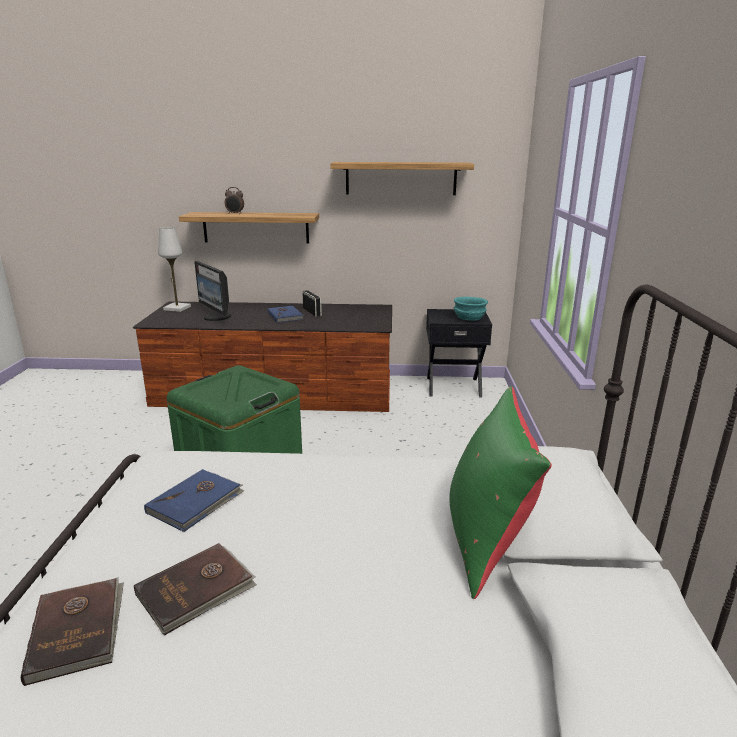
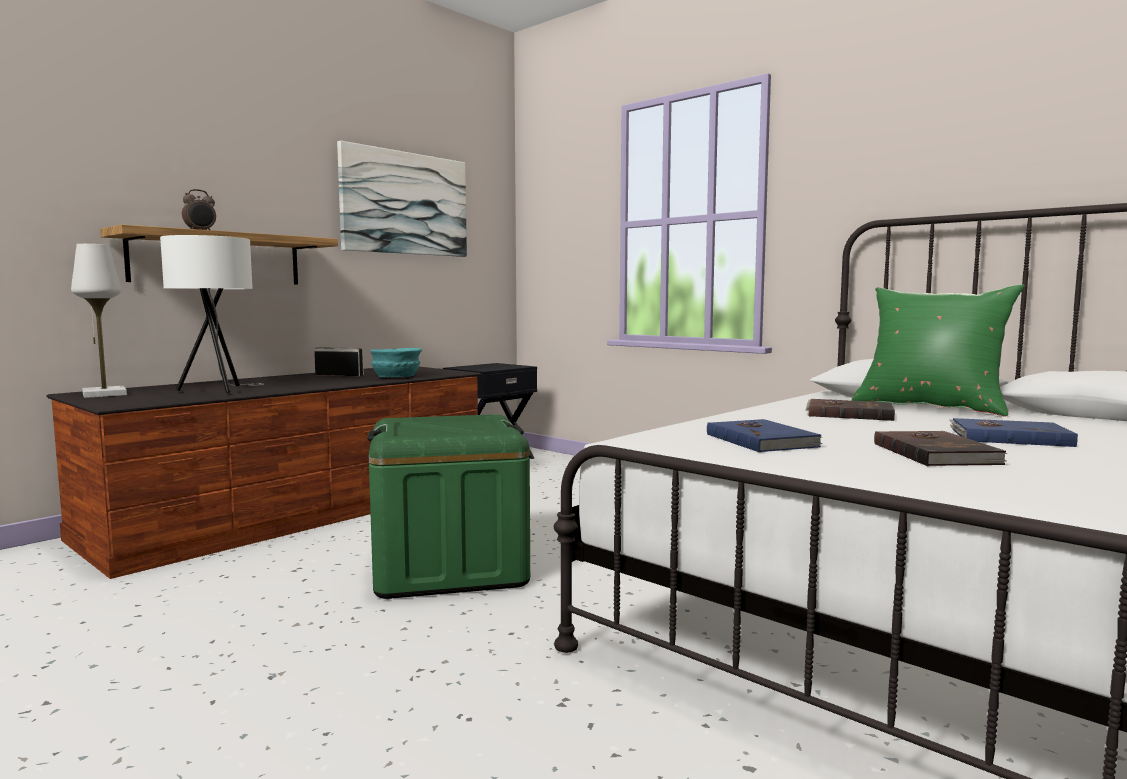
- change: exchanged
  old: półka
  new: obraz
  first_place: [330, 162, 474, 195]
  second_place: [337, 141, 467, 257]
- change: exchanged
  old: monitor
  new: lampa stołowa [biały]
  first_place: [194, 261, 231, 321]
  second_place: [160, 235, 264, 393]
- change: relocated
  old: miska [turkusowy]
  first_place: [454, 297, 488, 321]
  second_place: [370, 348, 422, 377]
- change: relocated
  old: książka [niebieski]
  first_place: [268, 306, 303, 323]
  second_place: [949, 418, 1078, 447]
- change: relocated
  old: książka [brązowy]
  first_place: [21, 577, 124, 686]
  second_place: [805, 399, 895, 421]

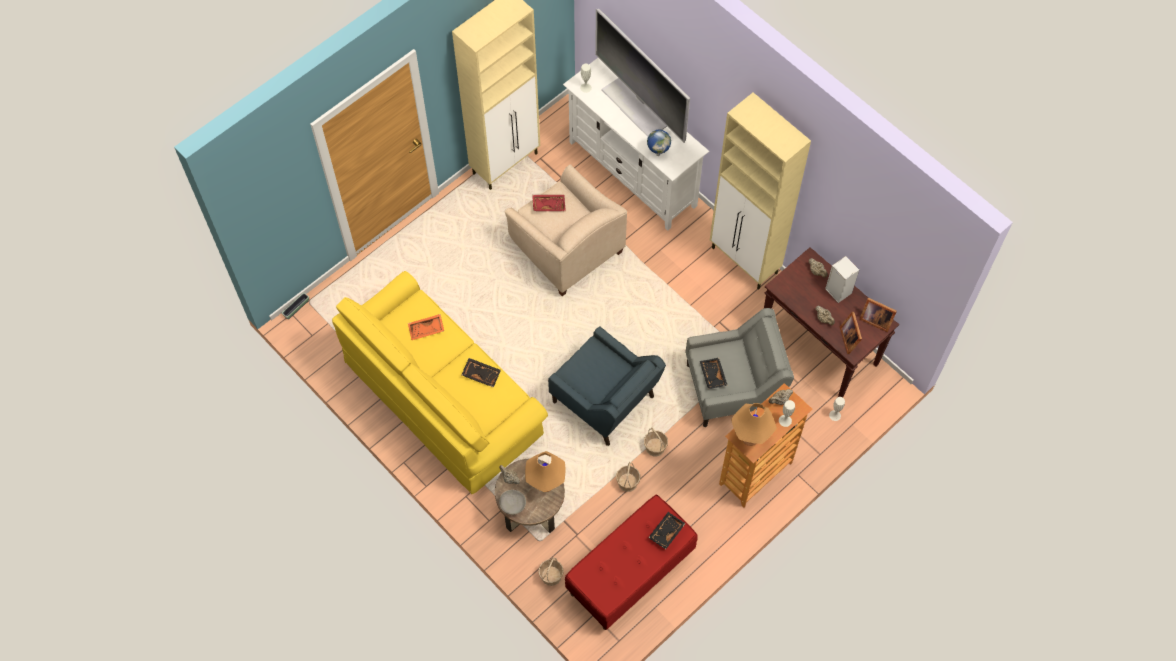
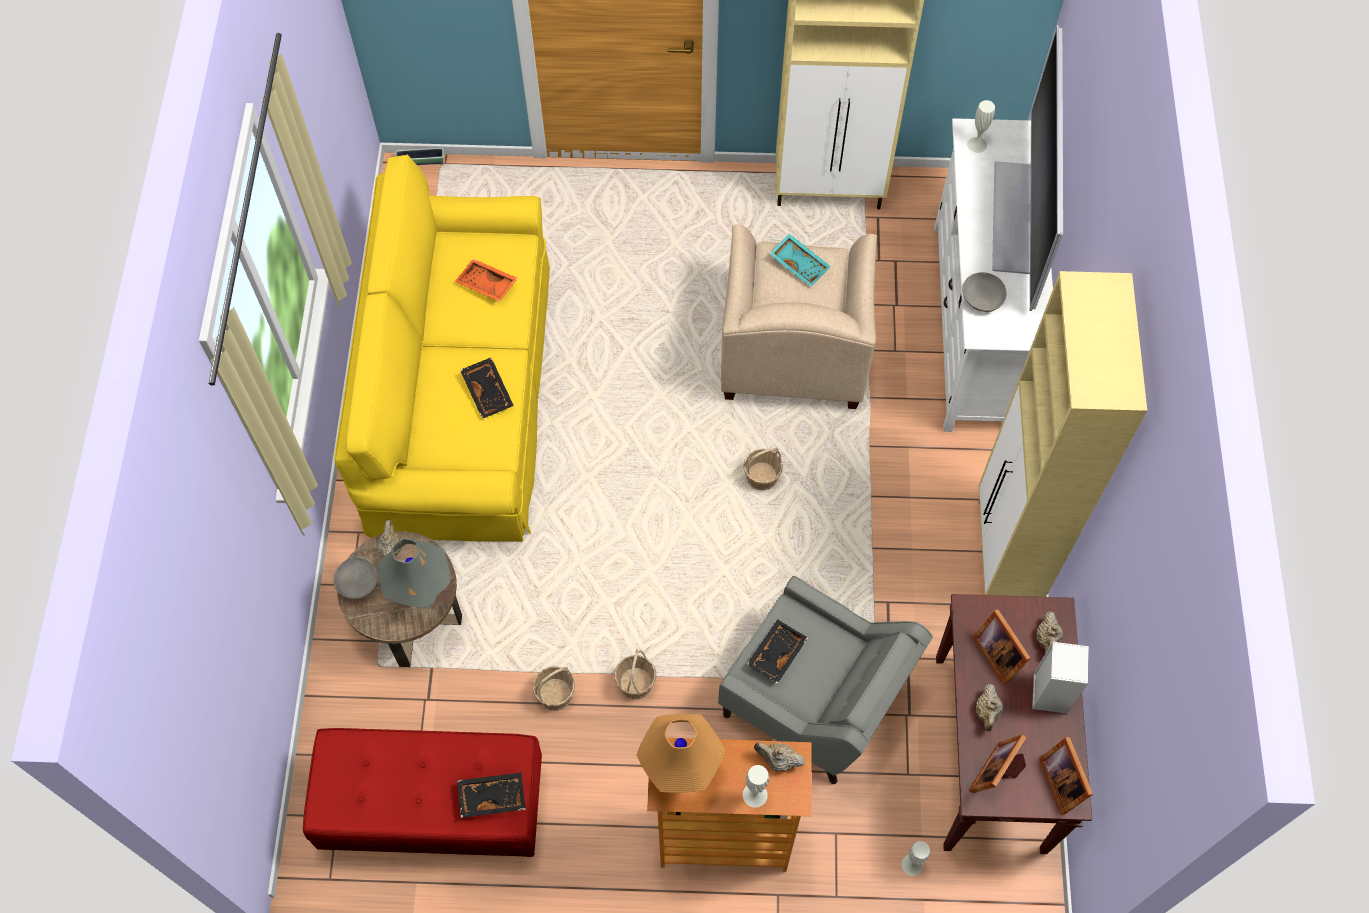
- change: exchanged
  old: globus
  new: miska [szary]
  first_place: [647, 129, 671, 156]
  second_place: [962, 272, 1007, 312]
- change: colour
  old: taca [czerwony]
  new: taca [turkusowy]
  first_place: [532, 195, 566, 211]
  second_place: [769, 233, 831, 287]
- change: missing
  old: fotel [niebieski]
  first_place: [548, 326, 666, 446]
- change: colour
  old: lampa stołowa [pomarańczowy]
  new: lampa stołowa [szary]
  first_place: [525, 451, 565, 492]
  second_place: [378, 538, 450, 609]
- change: relocated
  old: koszyk
  first_place: [538, 557, 564, 586]
  second_place: [743, 448, 783, 491]
- change: appeared
  new: ramka na zdjęcie
  second_place: [972, 609, 1030, 685]

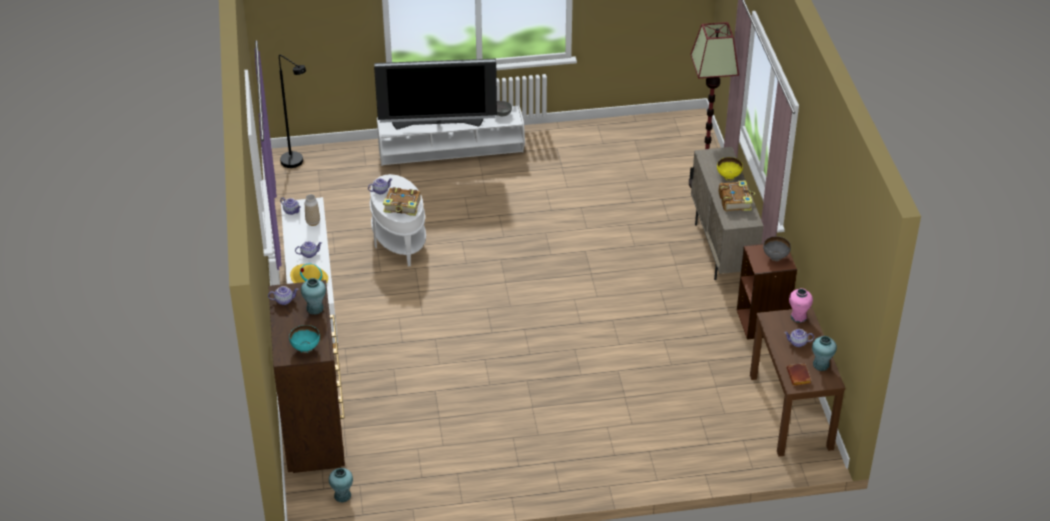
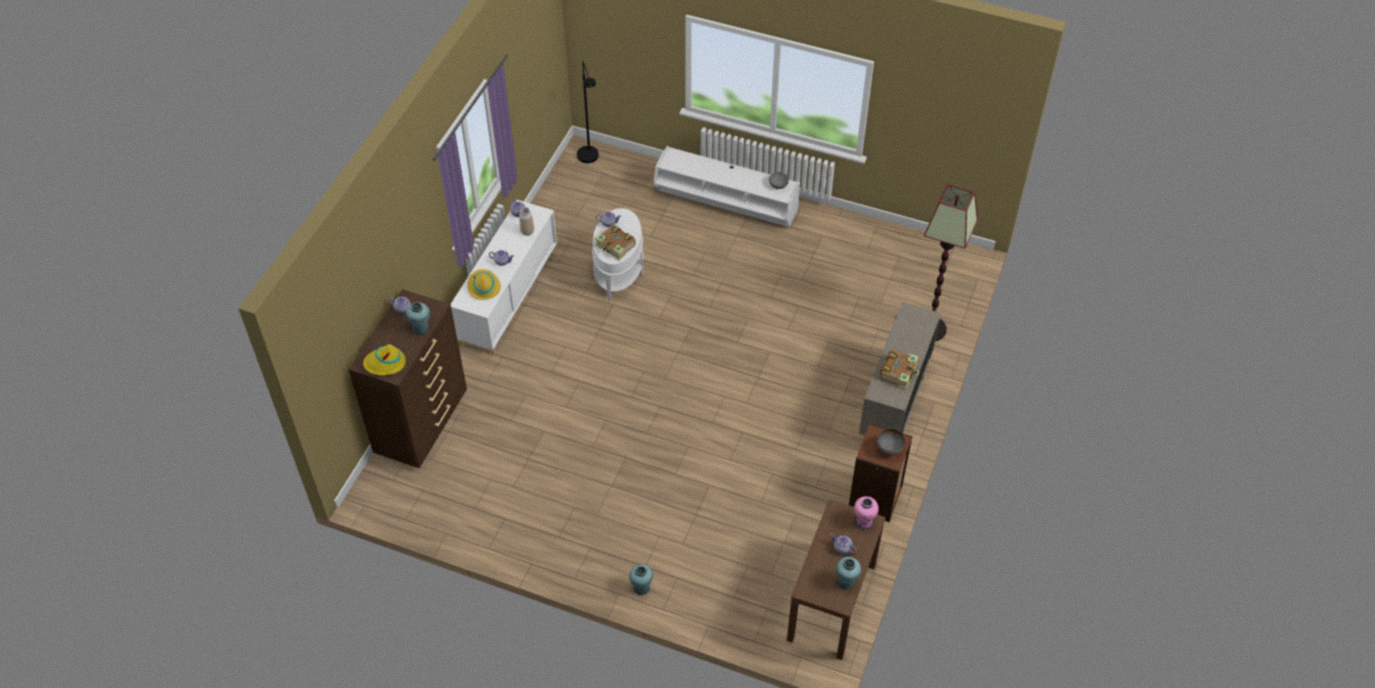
- change: missing
  old: telewizor
  first_place: [374, 59, 497, 130]
- change: missing
  old: miska [żółty]
  first_place: [717, 157, 743, 181]
- change: exchanged
  old: miska [turkusowy]
  new: kapelusz [żółty]
  first_place: [289, 325, 320, 353]
  second_place: [363, 344, 406, 375]
- change: missing
  old: książka [brązowy]
  first_place: [786, 363, 812, 386]
- change: relocated
  old: wazon [turkusowy]
  first_place: [329, 468, 353, 503]
  second_place: [629, 564, 653, 595]

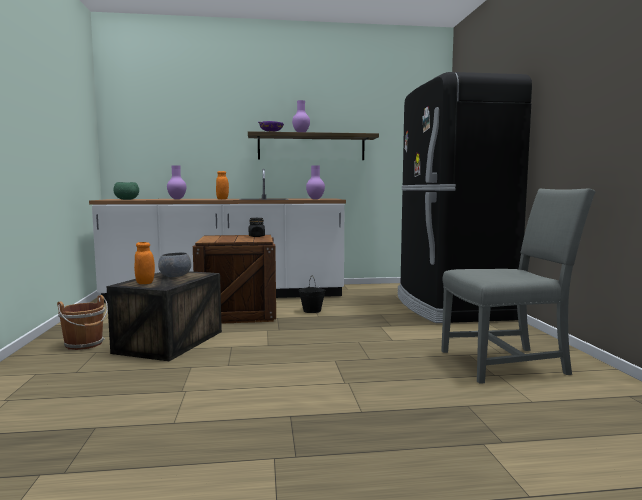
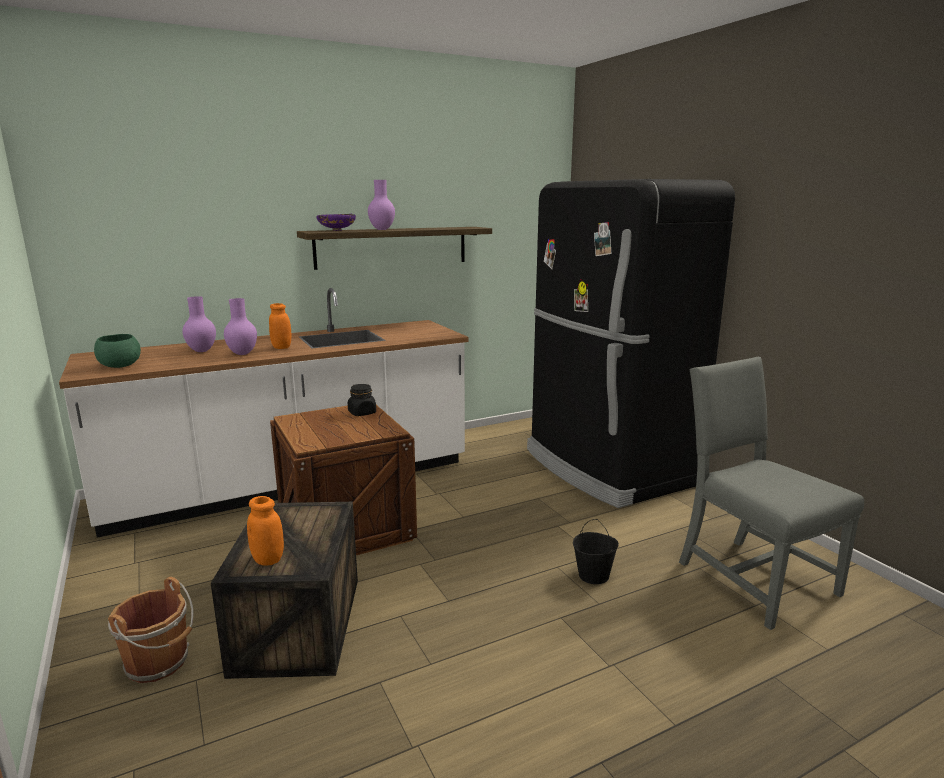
- change: relocated
  old: wazon [fioletowy]
  first_place: [306, 165, 325, 199]
  second_place: [224, 298, 257, 355]
- change: spun
  old: krzesło [szary]
  first_place: [441, 188, 595, 384]
  second_place: [679, 357, 864, 630]
  degrees: -90
- change: missing
  old: miska [szary]
  first_place: [158, 252, 191, 277]
- change: relocated
  old: wiadro [czarny]
  first_place: [299, 275, 326, 313]
  second_place: [573, 519, 619, 584]

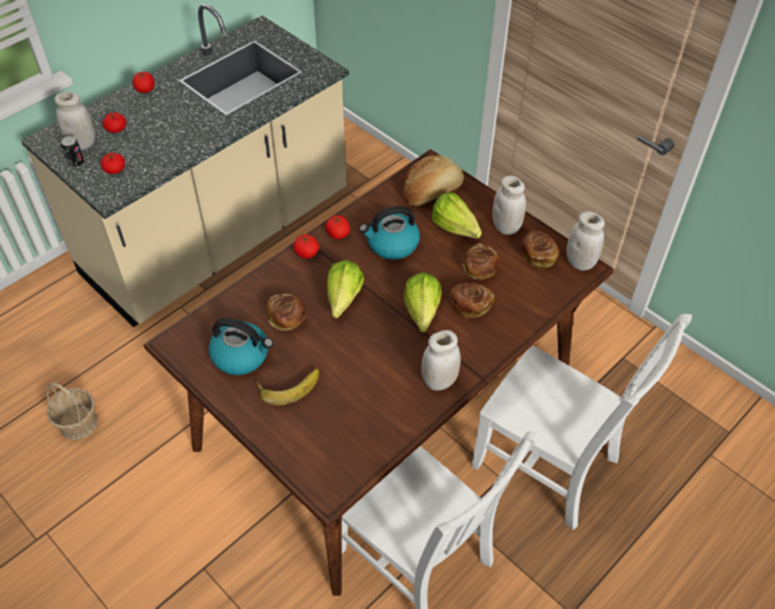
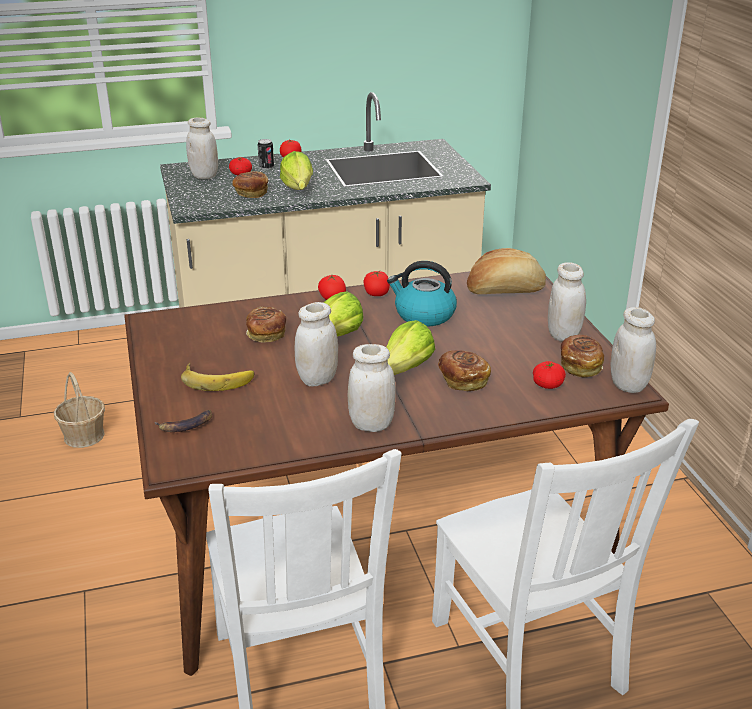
- change: relocated
  old: puszka
  first_place: [61, 136, 84, 168]
  second_place: [257, 139, 274, 170]
- change: relocated
  old: pomidor
  first_place: [100, 153, 125, 174]
  second_place: [533, 361, 566, 389]
- change: relocated
  old: sałata
  first_place: [432, 192, 482, 239]
  second_place: [280, 151, 313, 190]
- change: relocated
  old: chleb
  first_place: [463, 243, 499, 280]
  second_place: [232, 171, 268, 198]
- change: missing
  old: czajnik
  first_place: [209, 318, 273, 375]
- change: appeared
  new: słoik [biały]
  second_place: [295, 302, 338, 387]
- change: appeared
  new: banan
  second_place: [155, 410, 212, 432]

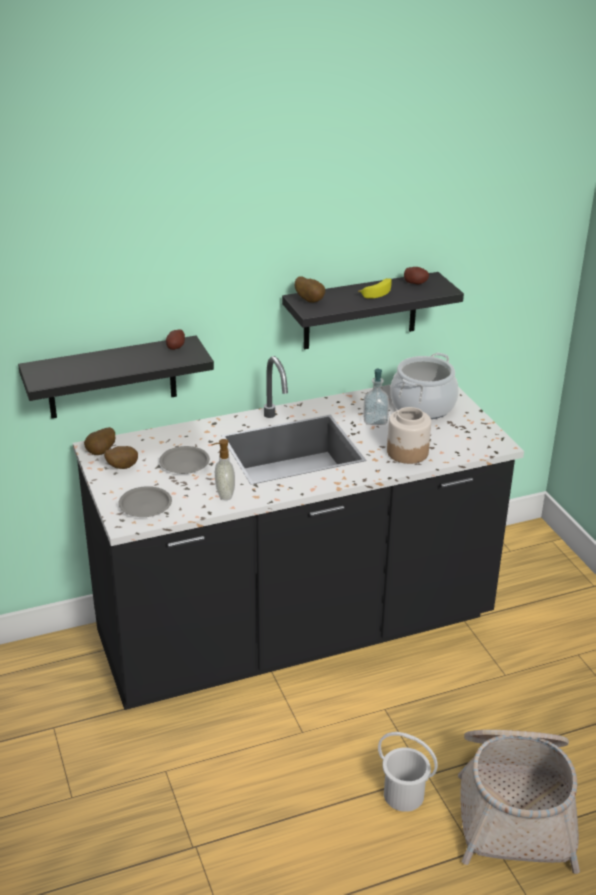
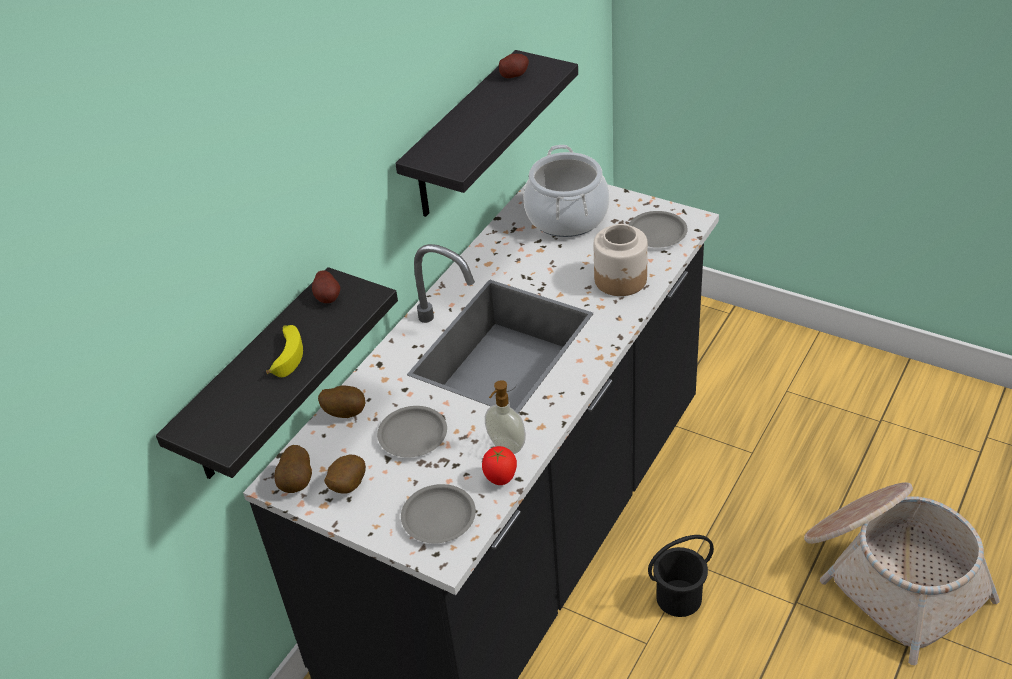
- change: relocated
  old: ziemniak
  first_place: [295, 277, 325, 303]
  second_place: [318, 385, 365, 418]
- change: relocated
  old: banan
  first_place: [358, 278, 392, 299]
  second_place: [266, 325, 303, 377]
- change: missing
  old: dozownik mydła
  first_place: [363, 368, 389, 425]
- change: missing
  old: wiadro [biały]
  first_place: [378, 732, 438, 812]
- change: appeared
  new: talerz [szary]
  second_place: [628, 211, 688, 248]
- change: appeared
  new: pomidor
  second_place: [482, 446, 517, 485]
- change: appeared
  new: wiadro [czarny]
  second_place: [648, 535, 714, 617]

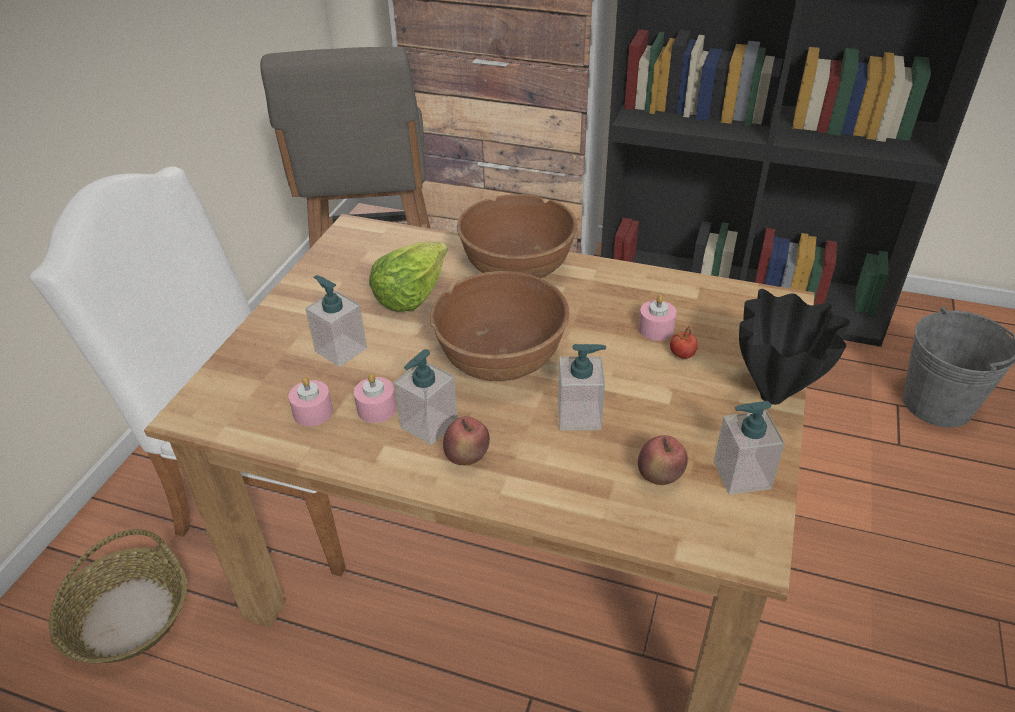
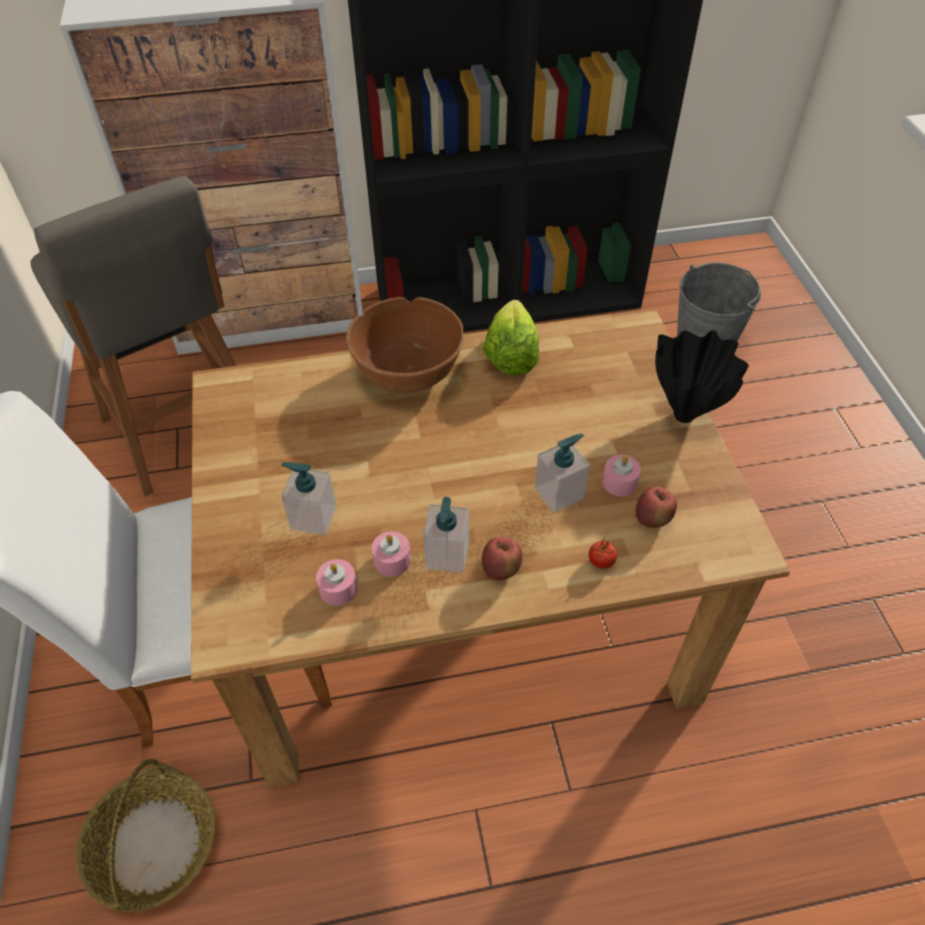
- change: relocated
  old: sałata
  first_place: [369, 242, 448, 312]
  second_place: [483, 300, 539, 375]
- change: missing
  old: miska [brązowy]
  first_place: [430, 271, 569, 382]
- change: relocated
  old: świeca [różowy]
  first_place: [638, 295, 677, 341]
  second_place: [602, 455, 641, 496]
- change: relocated
  old: pomidor
  first_place: [670, 326, 698, 359]
  second_place: [589, 538, 617, 569]
- change: missing
  old: dozownik mydła
  first_place: [714, 401, 785, 495]

